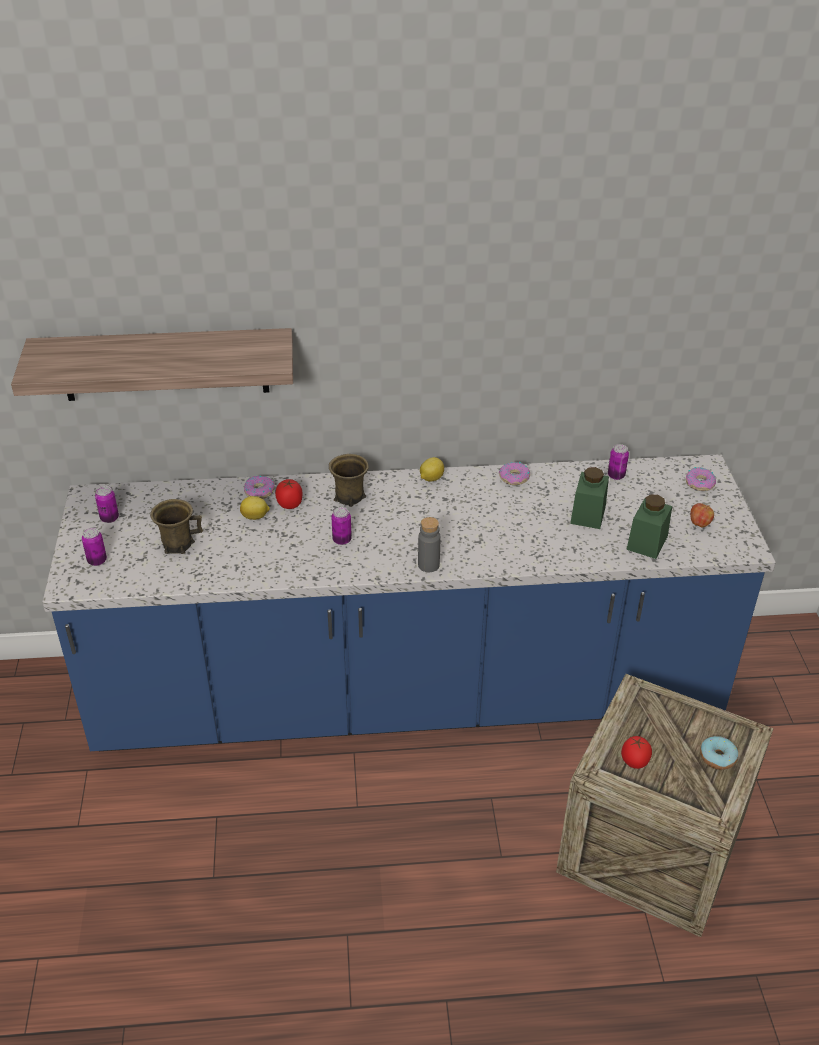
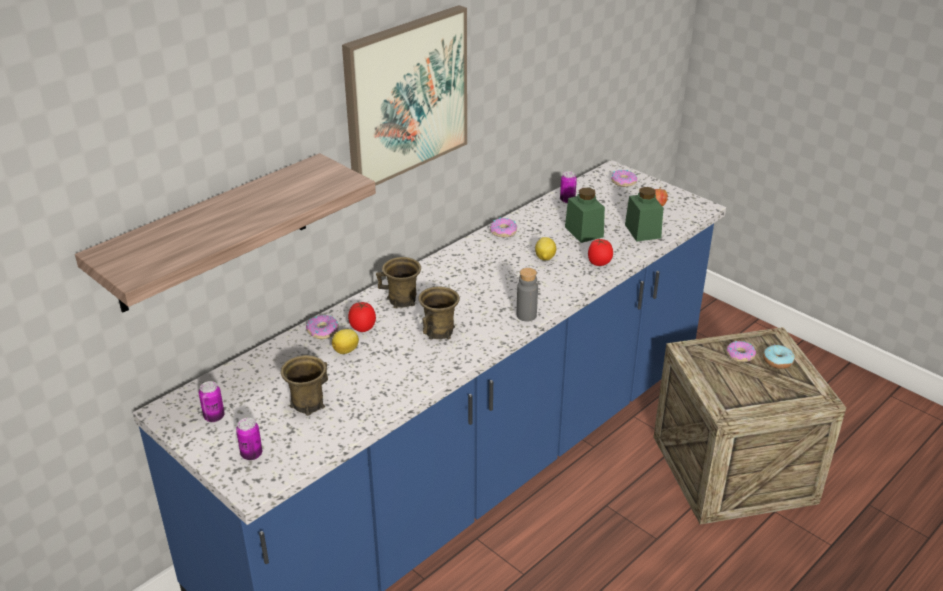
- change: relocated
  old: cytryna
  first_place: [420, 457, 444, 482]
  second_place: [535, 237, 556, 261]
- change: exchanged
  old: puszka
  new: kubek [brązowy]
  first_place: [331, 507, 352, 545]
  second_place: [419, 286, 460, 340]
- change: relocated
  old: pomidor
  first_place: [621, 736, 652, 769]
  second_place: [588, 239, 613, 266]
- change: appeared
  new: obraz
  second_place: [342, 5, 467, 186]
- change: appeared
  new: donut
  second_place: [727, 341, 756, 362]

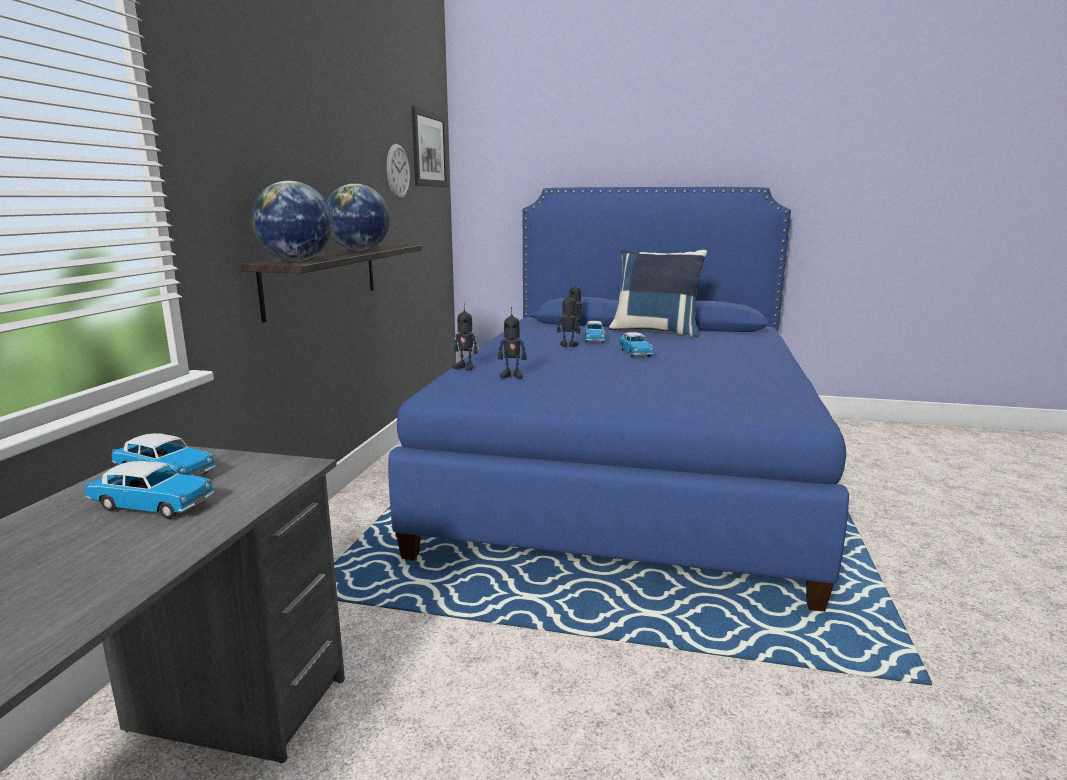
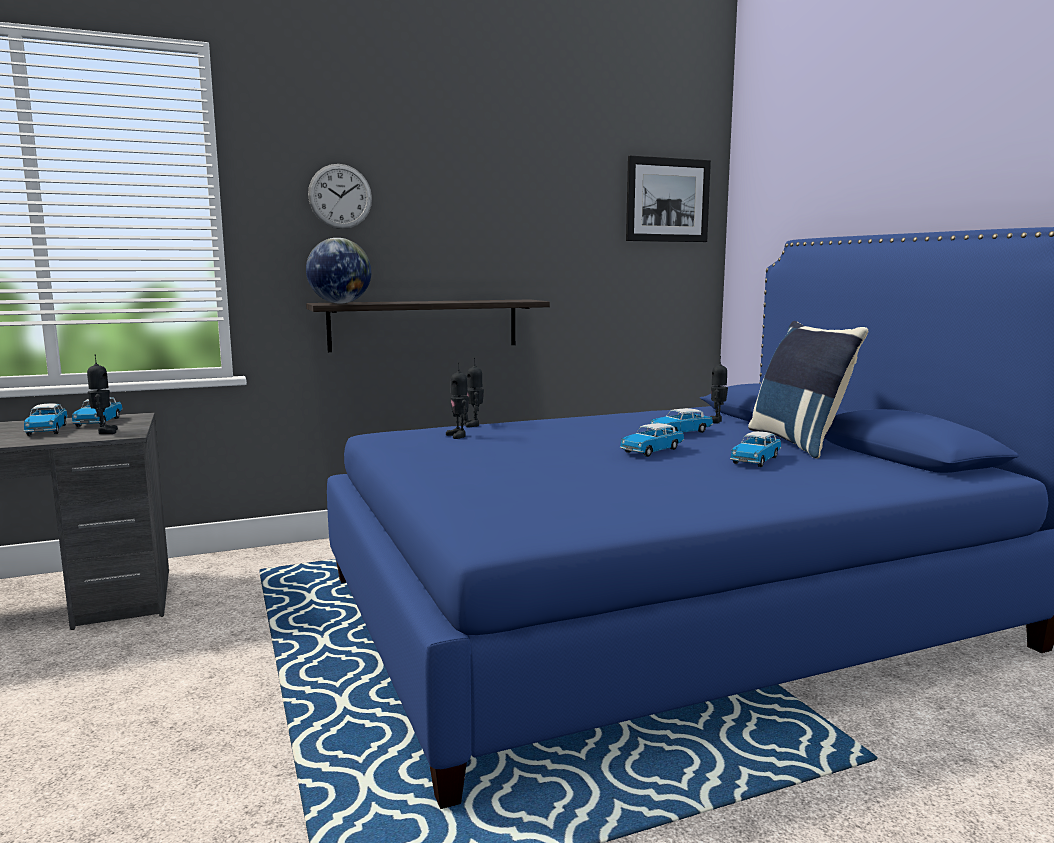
- change: relocated
  old: zegar ścienny
  first_place: [387, 144, 410, 199]
  second_place: [308, 164, 372, 229]
- change: missing
  old: globus
  first_place: [327, 184, 390, 251]
- change: relocated
  old: robot zabawkowy
  first_place: [557, 295, 580, 347]
  second_place: [87, 354, 118, 434]
- change: appeared
  new: samochodzik
  second_place: [730, 431, 781, 467]

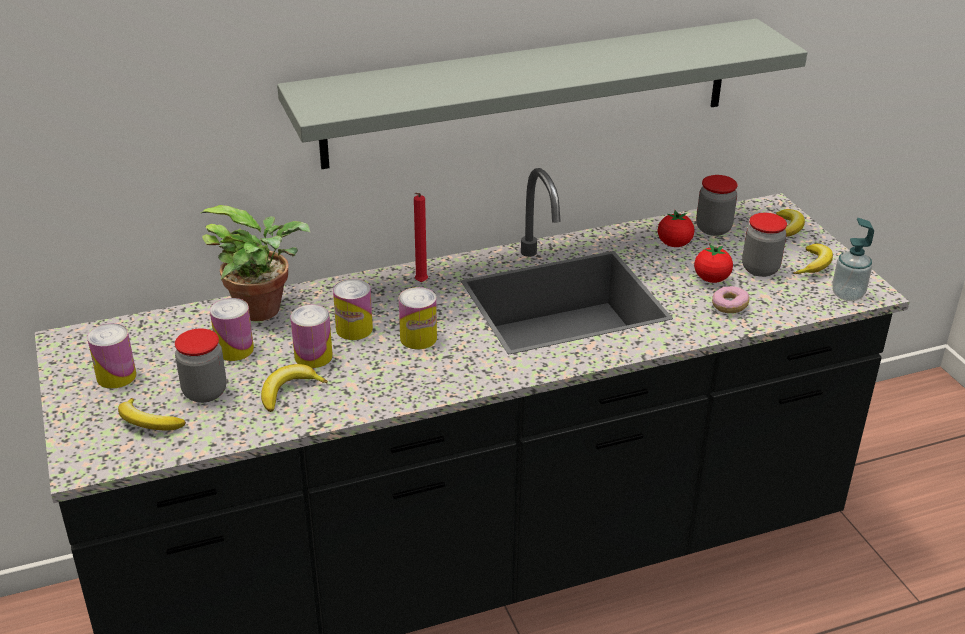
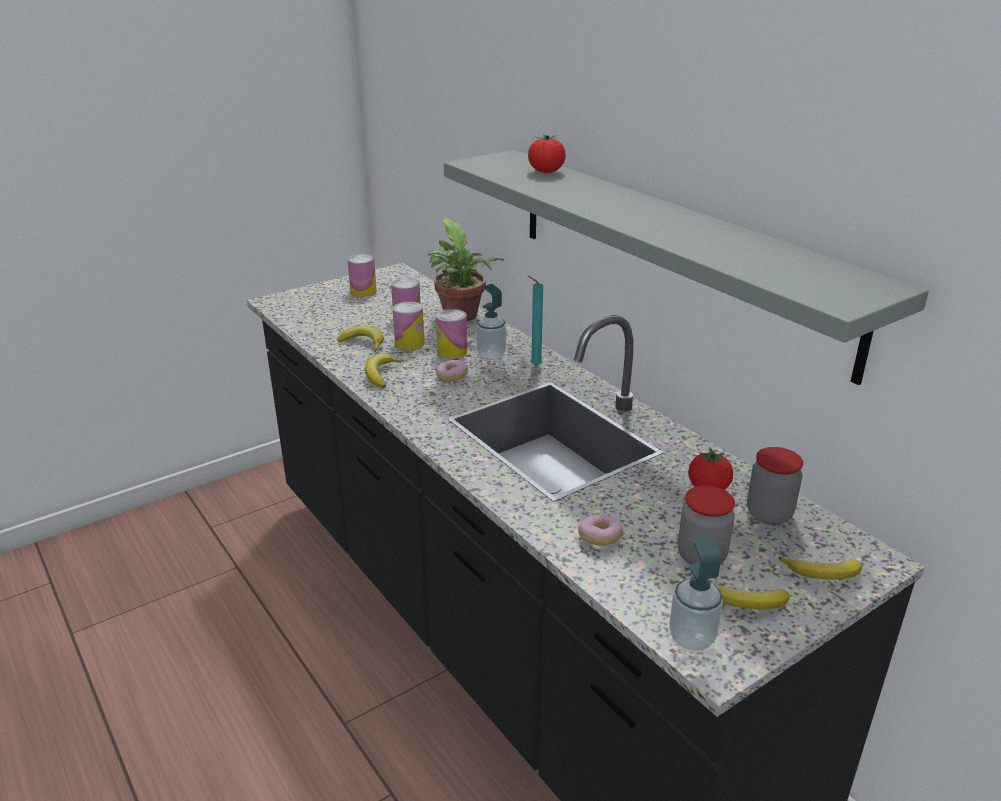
- change: colour
  old: świeca [czerwony]
  new: świeca [turkusowy]
  first_place: [414, 192, 428, 282]
  second_place: [528, 276, 543, 366]
- change: relocated
  old: pomidor
  first_place: [694, 244, 733, 283]
  second_place: [528, 135, 566, 173]
- change: exchanged
  old: puszka
  new: donut
  first_place: [399, 287, 437, 349]
  second_place: [436, 360, 468, 382]
- change: missing
  old: słoik
  first_place: [175, 328, 226, 403]
- change: relocated
  old: banan
  first_place: [118, 398, 186, 430]
  second_place: [365, 353, 404, 388]
- change: appeared
  new: dozownik mydła
  second_place: [476, 284, 506, 360]

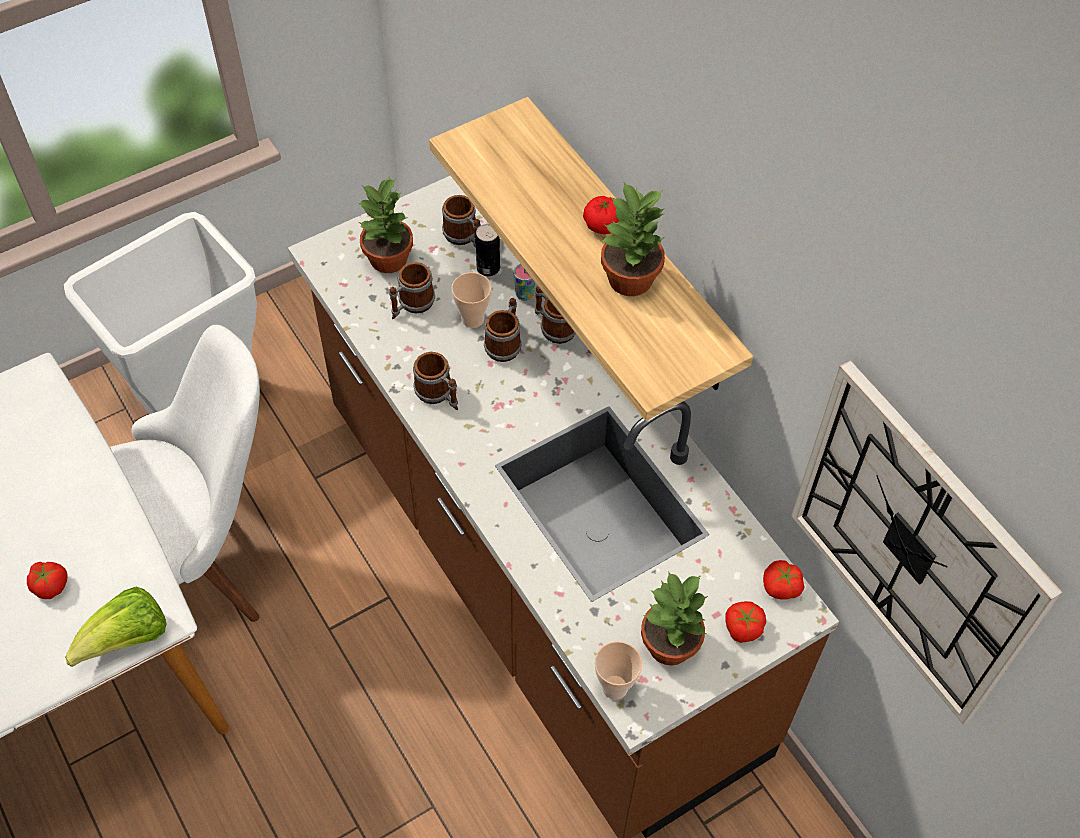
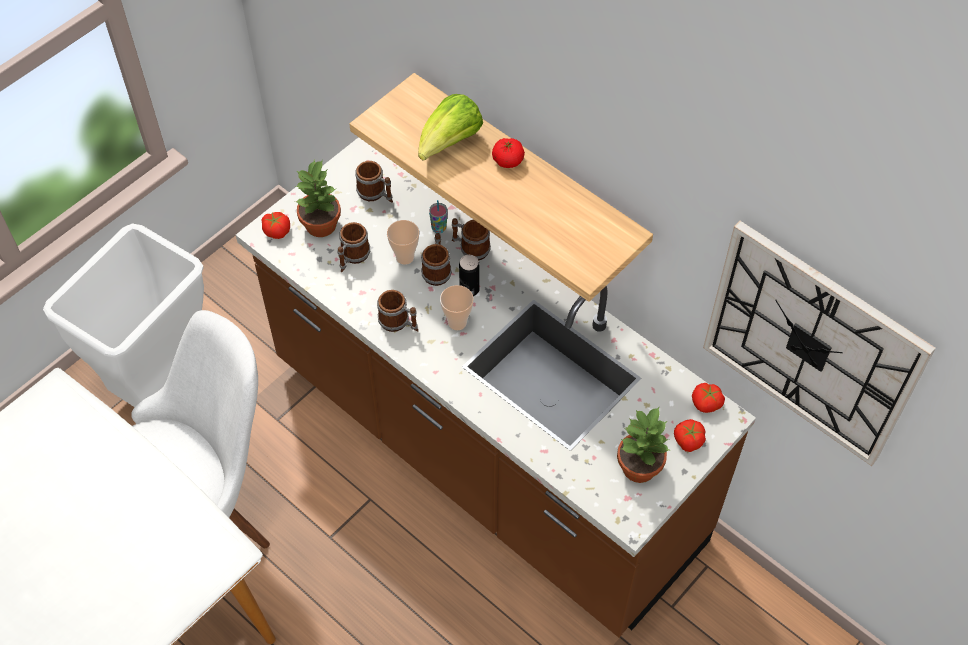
- change: missing
  old: roślina doniczkowa
  first_place: [601, 182, 665, 296]
- change: relocated
  old: puszka
  first_place: [475, 224, 500, 276]
  second_place: [459, 255, 480, 296]
- change: relocated
  old: pomidor
  first_place: [27, 562, 68, 599]
  second_place: [262, 212, 290, 239]
- change: relocated
  old: sałata
  first_place: [65, 587, 167, 667]
  second_place: [418, 94, 483, 161]
- change: relocated
  old: filiżanka
  first_place: [595, 641, 642, 700]
  second_place: [440, 285, 474, 330]

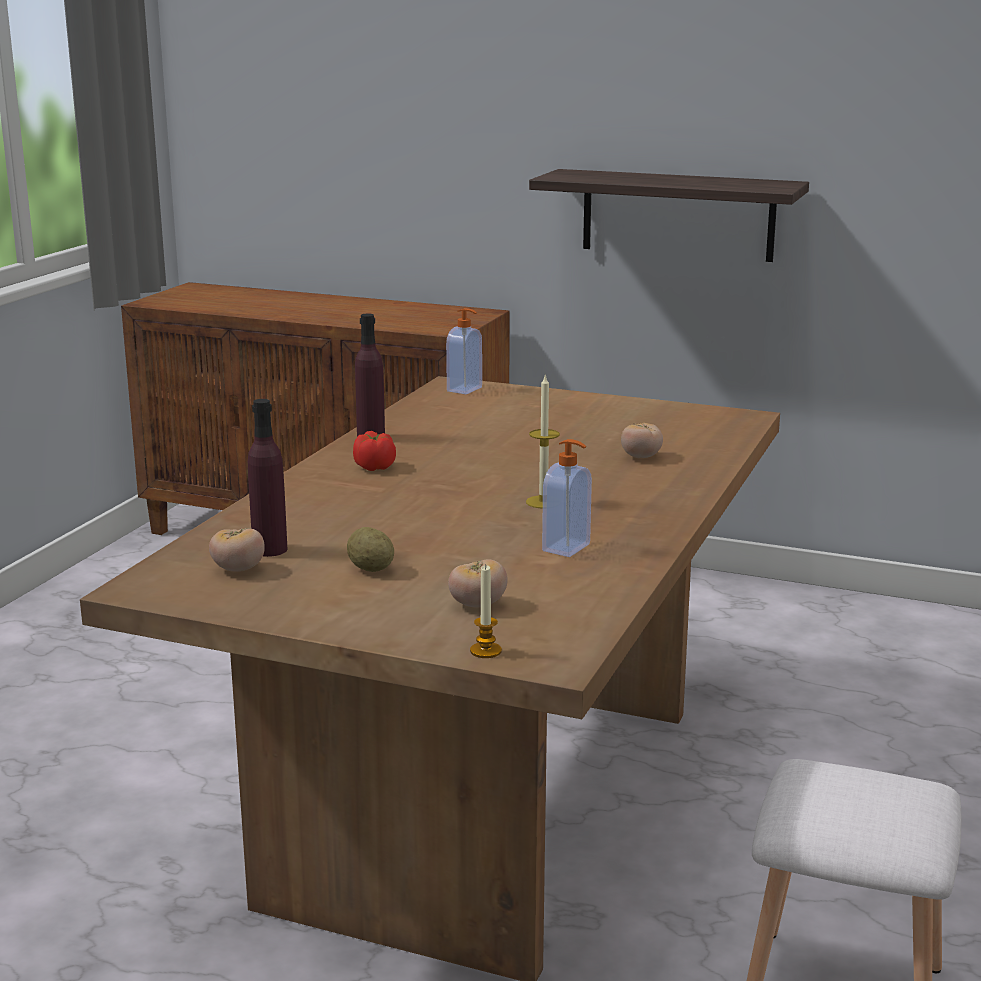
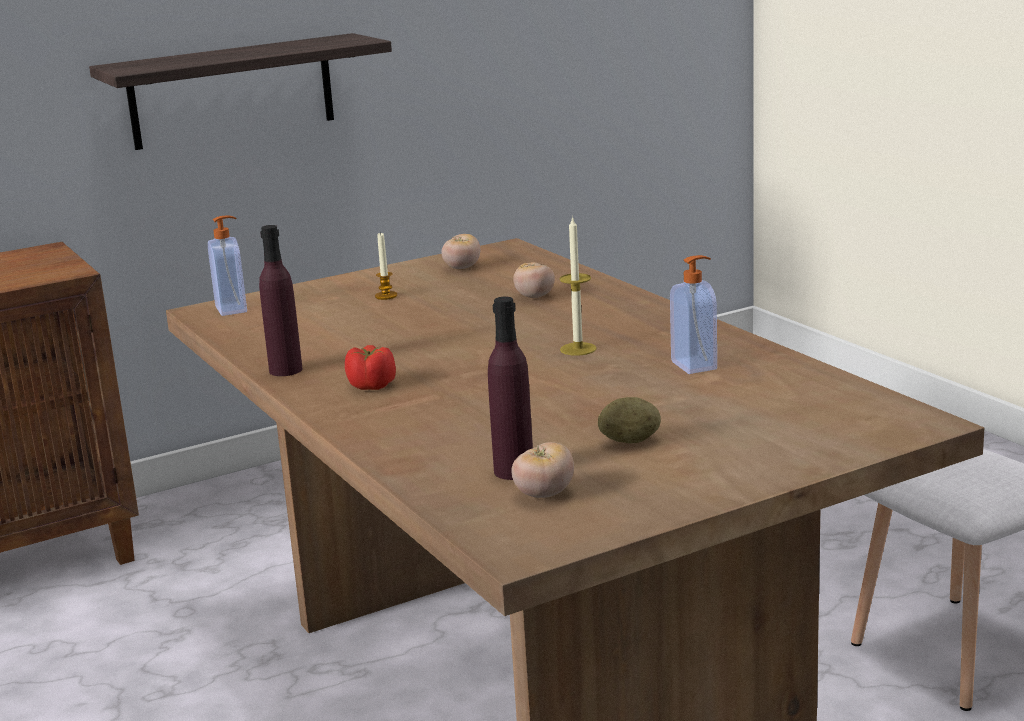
- change: relocated
  old: pomidor
  first_place: [448, 560, 508, 608]
  second_place: [441, 234, 480, 269]
- change: relocated
  old: świeca
  first_place: [470, 565, 502, 658]
  second_place: [375, 232, 397, 300]

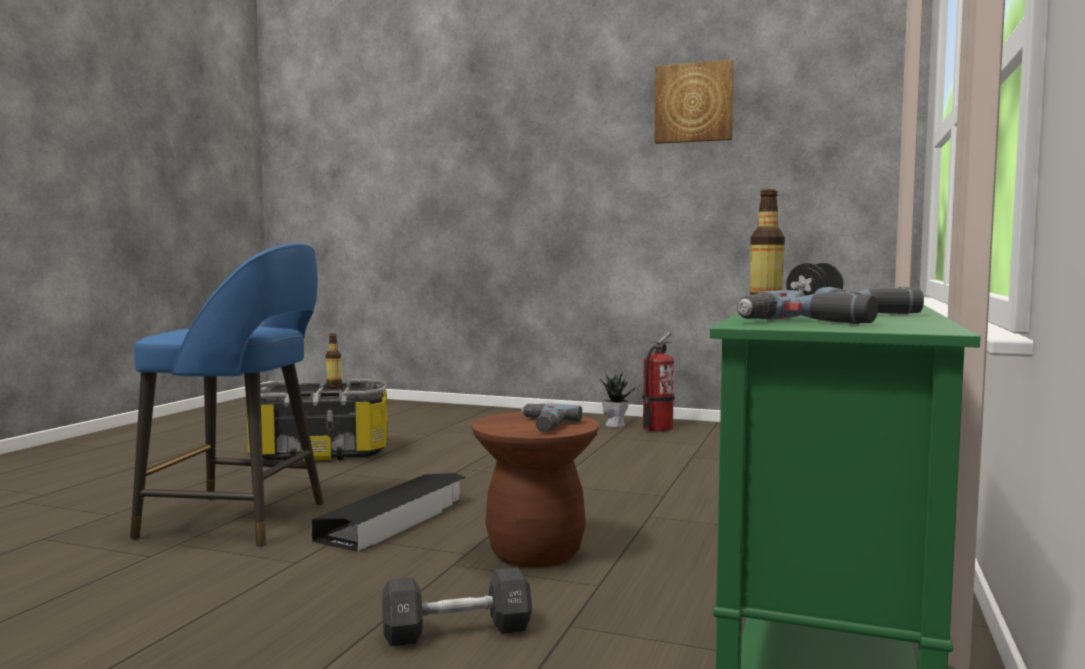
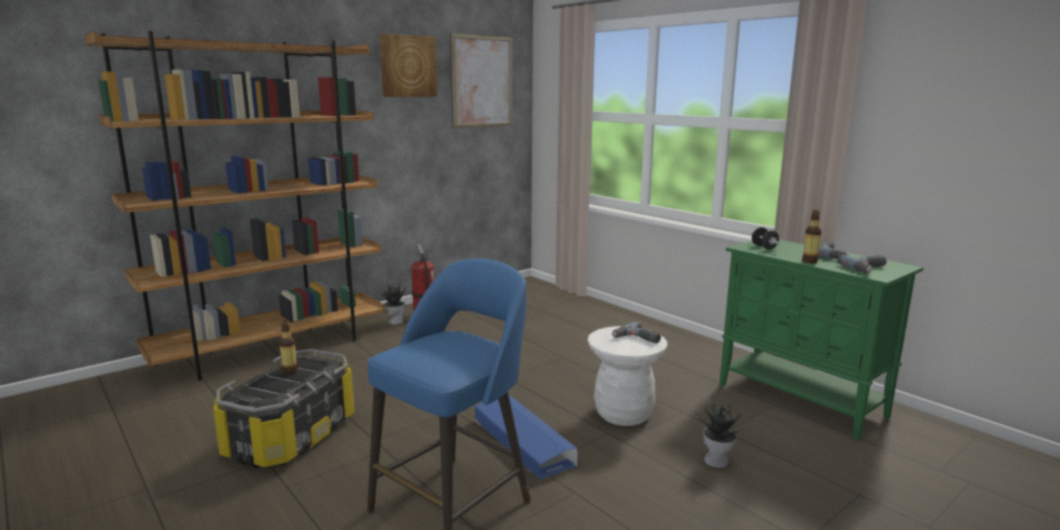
- change: colour
  old: stołek [brązowy]
  new: stołek [biały]
  first_place: [471, 412, 599, 568]
  second_place: [588, 326, 667, 426]
- change: colour
  old: pojemnik do przechowywania [czarny]
  new: pojemnik do przechowywania [niebieski]
  first_place: [311, 473, 466, 552]
  second_place: [475, 395, 578, 479]
- change: exchanged
  old: hantel [czarny]
  new: roślina doniczkowa
  first_place: [382, 567, 532, 646]
  second_place: [695, 395, 744, 468]
- change: appeared
  new: regał [brązowy]
  second_place: [85, 31, 385, 381]
- change: appeared
  new: obraz
  second_place: [450, 33, 513, 128]

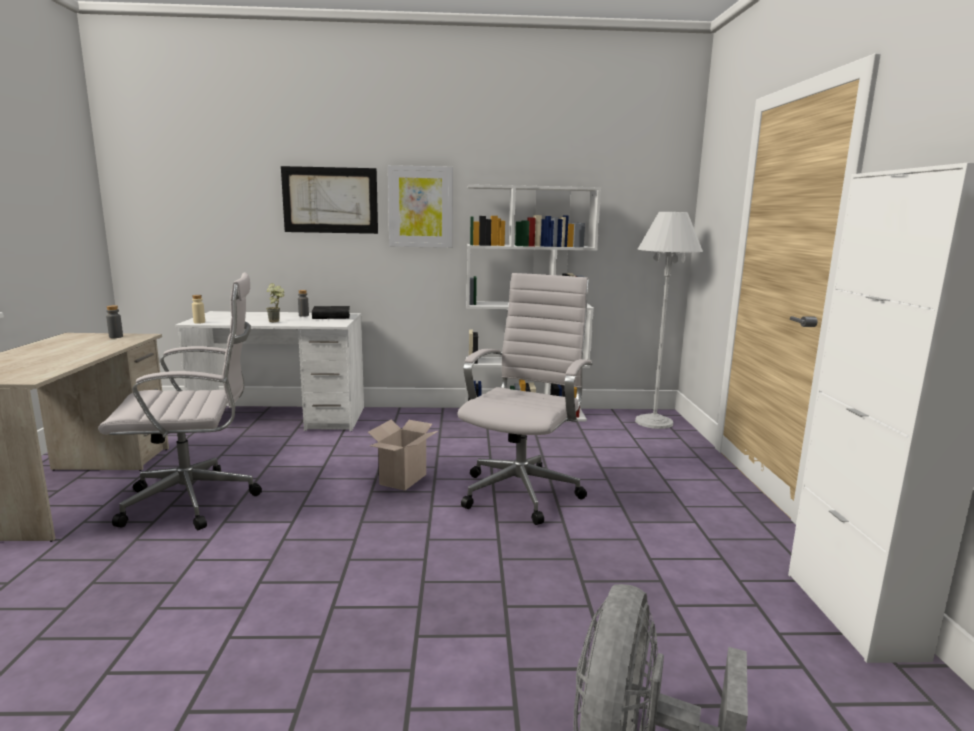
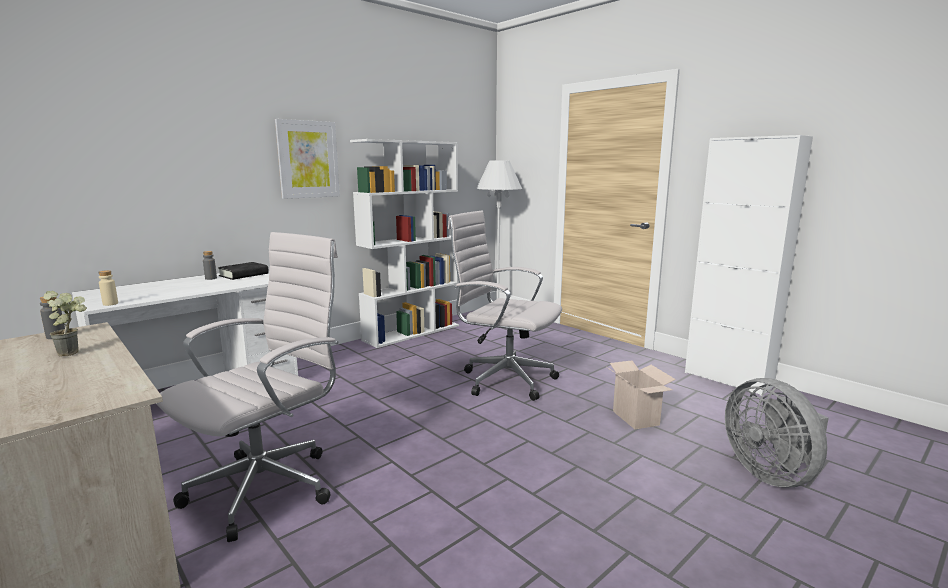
- change: missing
  old: obraz
  first_place: [281, 166, 378, 234]
- change: spun
  old: krzesło biurowe [biały]
  first_place: [458, 273, 593, 525]
  second_place: [448, 211, 562, 401]
  degrees: -45
- change: relocated
  old: roślina doniczkowa
  first_place: [266, 283, 284, 322]
  second_place: [43, 291, 87, 357]
- change: relocated
  old: karton
  first_place: [368, 420, 438, 491]
  second_place: [607, 360, 676, 429]

